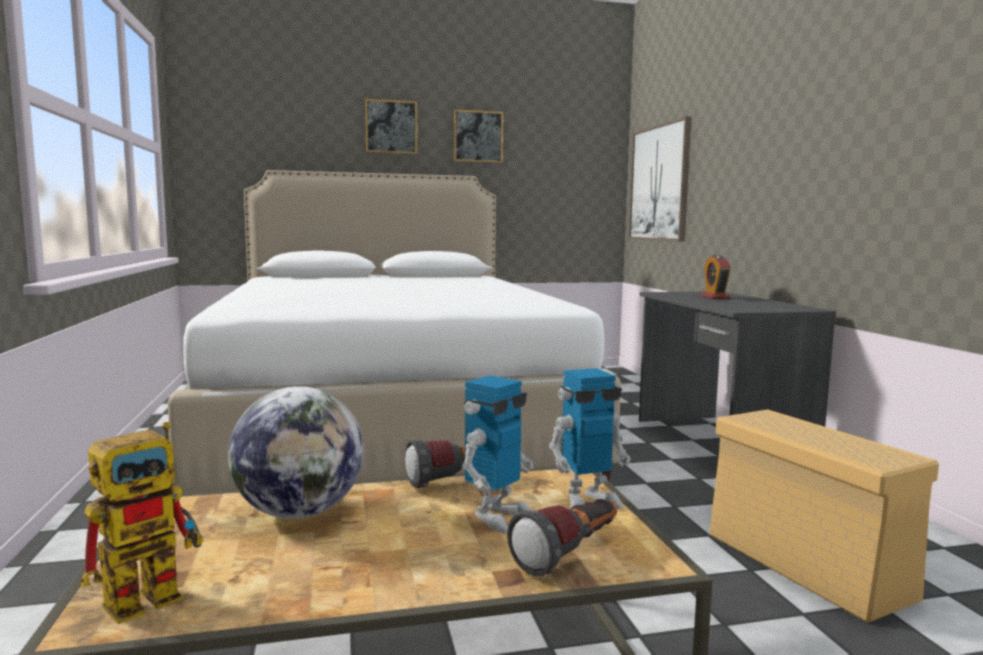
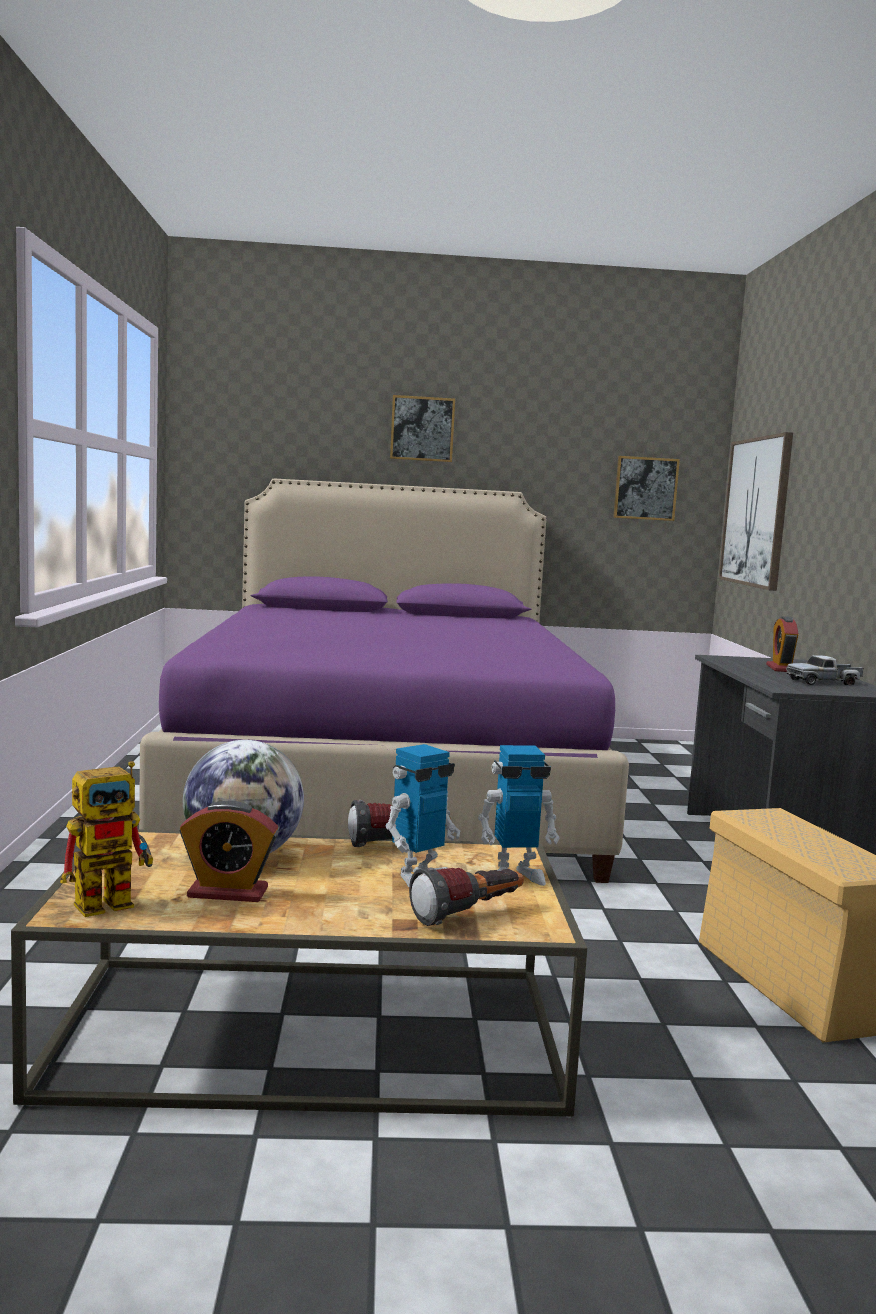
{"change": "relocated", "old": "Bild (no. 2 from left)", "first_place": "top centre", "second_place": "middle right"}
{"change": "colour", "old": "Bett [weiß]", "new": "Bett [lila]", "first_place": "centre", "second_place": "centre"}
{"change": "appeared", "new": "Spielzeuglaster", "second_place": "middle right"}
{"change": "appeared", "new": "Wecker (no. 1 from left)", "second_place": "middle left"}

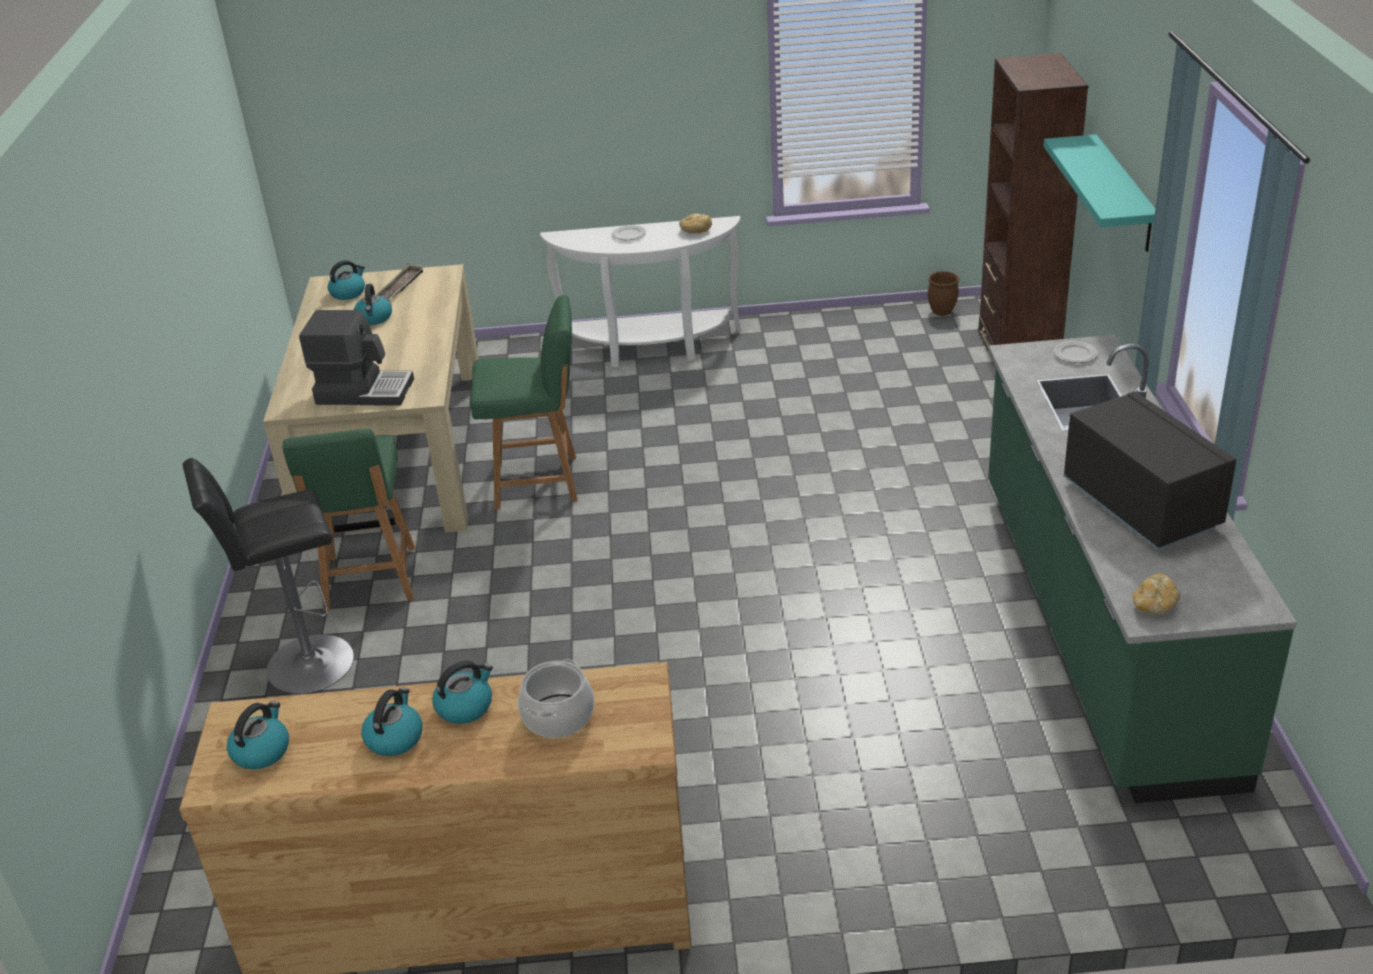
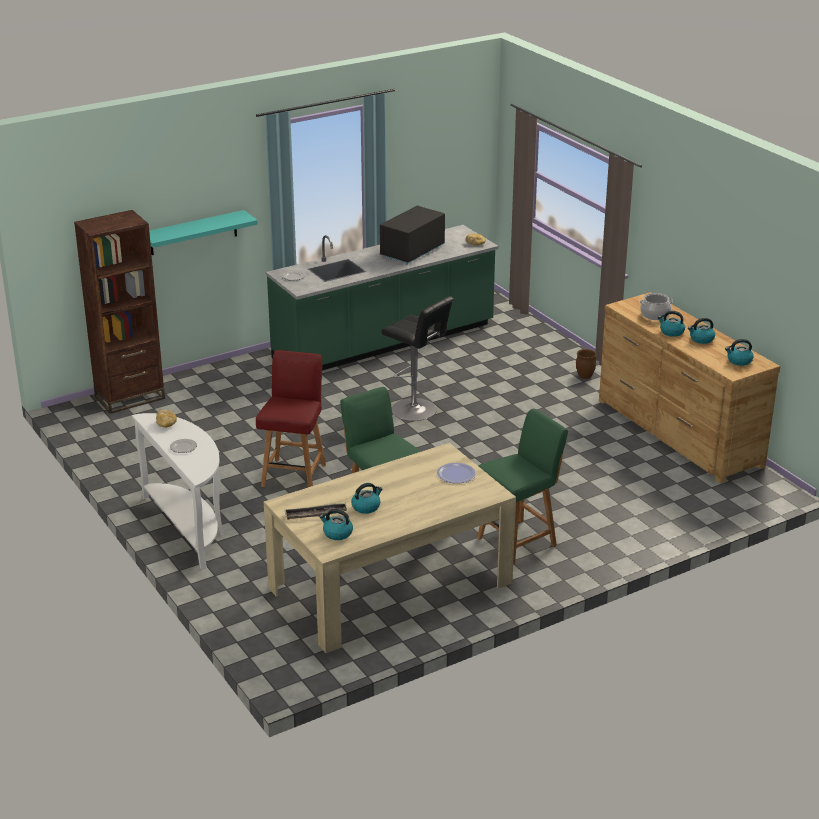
{"change": "relocated", "old": "Pflanzkübel [braun]", "first_place": "top right", "second_place": "middle right"}
{"change": "exchanged", "old": "Kaffeemaschine", "new": "Teller (no. 3 from left)", "first_place": "middle left", "second_place": "centre"}
{"change": "relocated", "old": "Hocker [schwarz]", "first_place": "middle left", "second_place": "centre"}
{"change": "appeared", "new": "Stuhl [rot]", "second_place": "centre"}

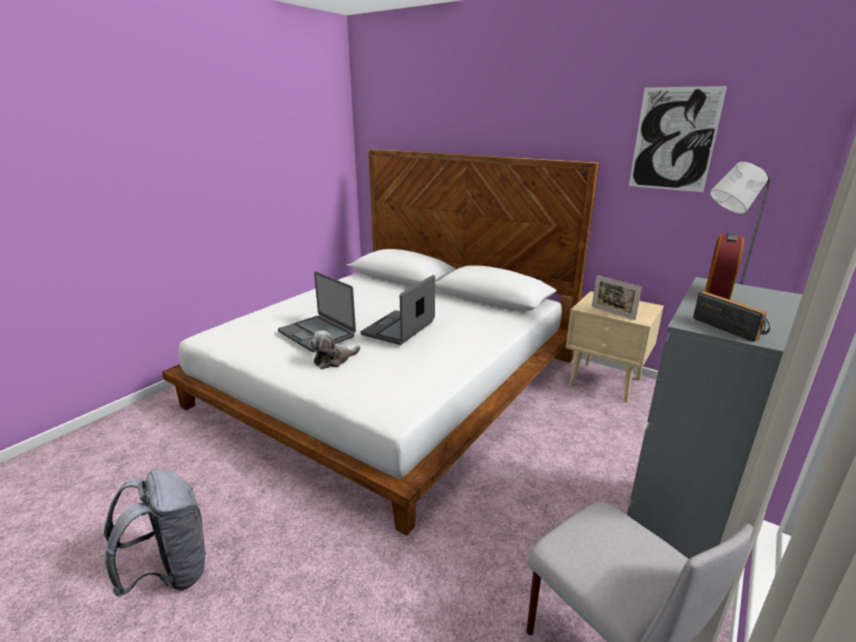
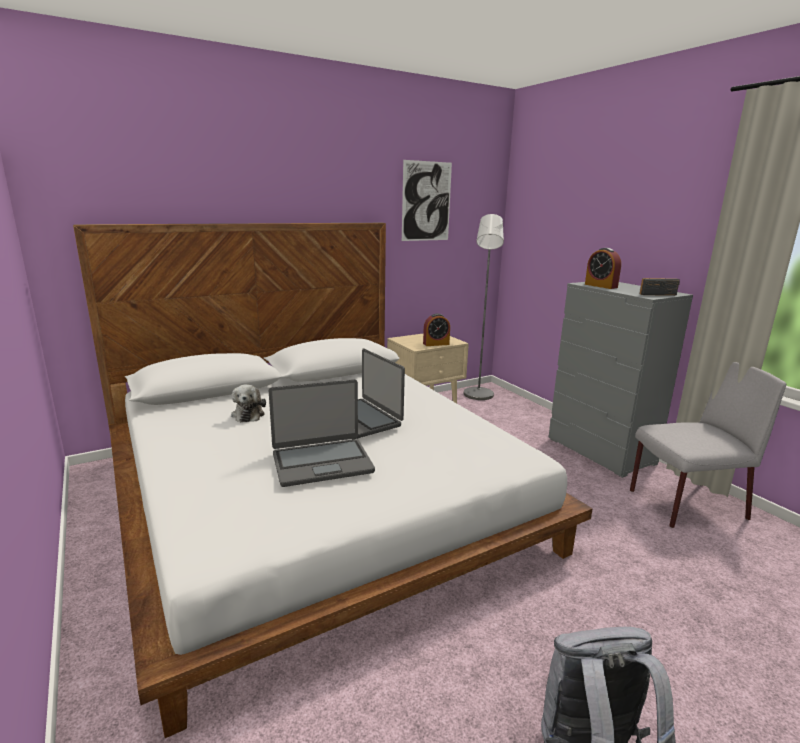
{"change": "exchanged", "old": "Bilderrahmen", "new": "Wecker (no. 1 from left)", "first_place": "middle right", "second_place": "centre"}
{"change": "relocated", "old": "Plüschtier", "first_place": "centre", "second_place": "middle left"}

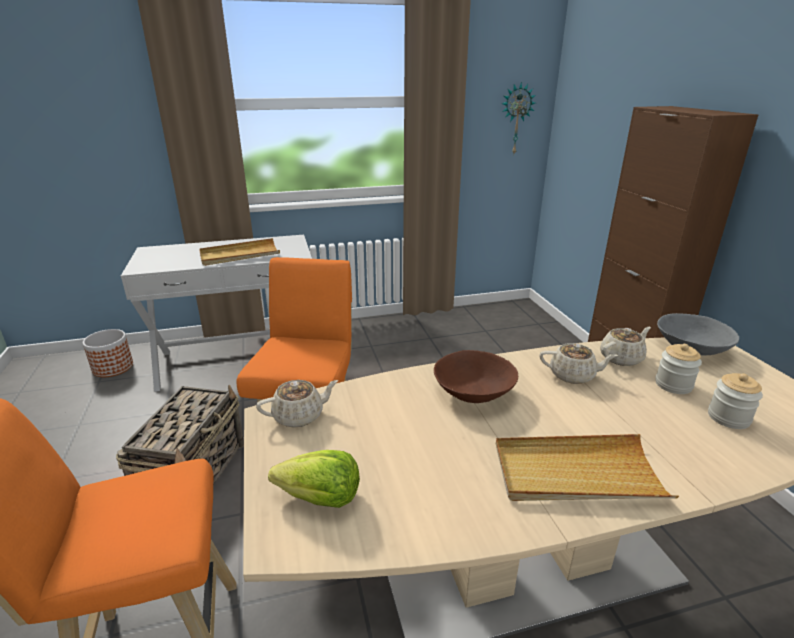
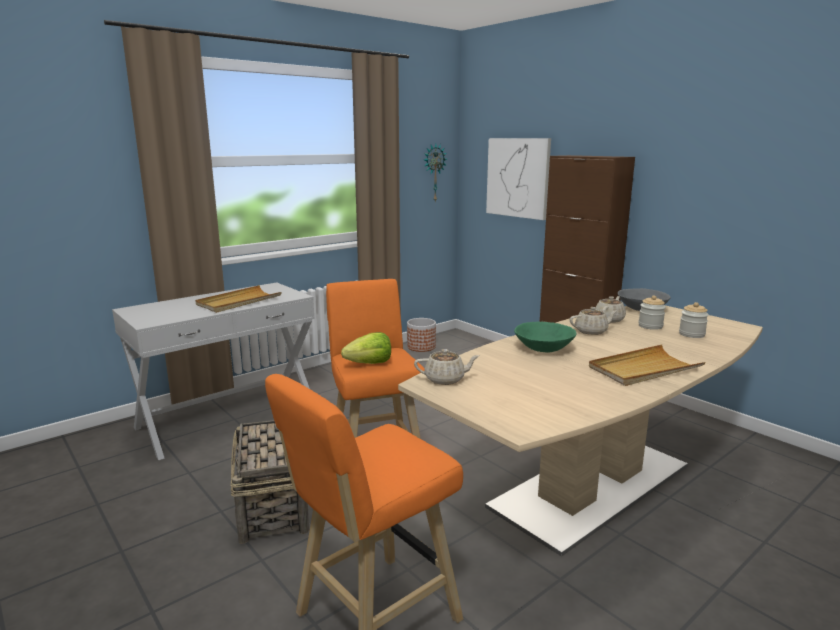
{"change": "relocated", "old": "Pflanzkübel", "first_place": "middle left", "second_place": "centre"}
{"change": "colour", "old": "Schüssel [braun]", "new": "Schüssel [grün]", "first_place": "centre", "second_place": "centre"}
{"change": "spun", "old": "Teekanne [beige] (no. 1 from left)", "first_place": "centre", "second_place": "centre", "degrees": 45}
{"change": "relocated", "old": "Salatkopf", "first_place": "bottom centre", "second_place": "centre"}
{"change": "appeared", "new": "Bild", "second_place": "top centre"}

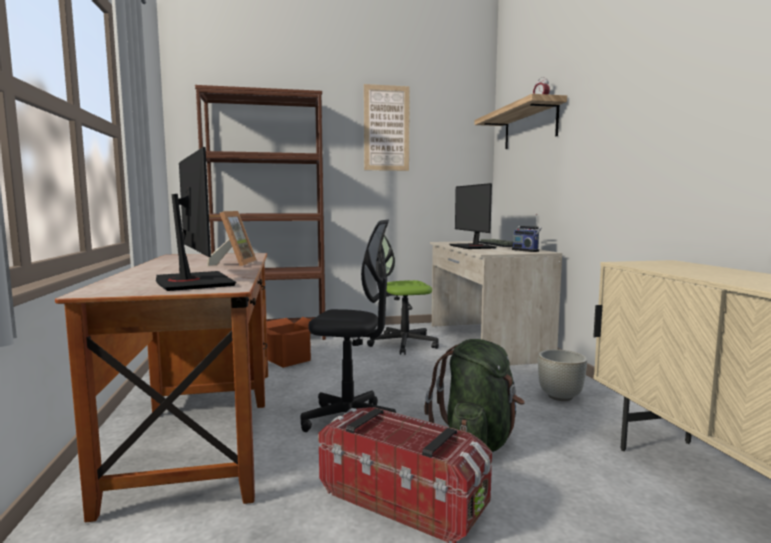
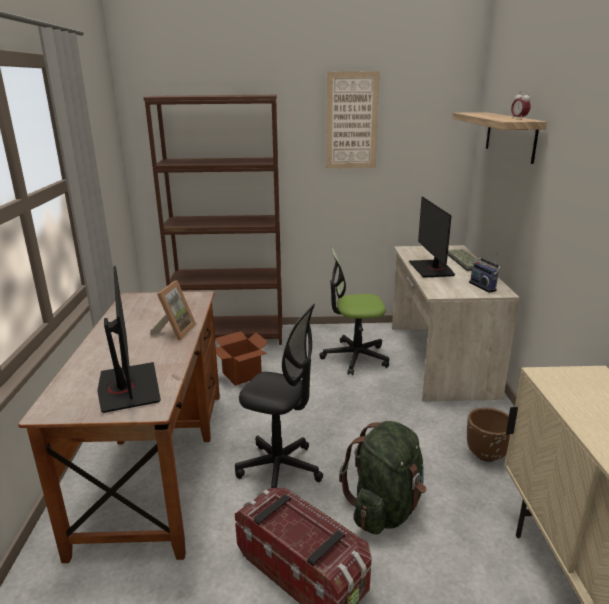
{"change": "colour", "old": "Pflanzkübel [grau]", "new": "Pflanzkübel [braun]", "first_place": "bottom right", "second_place": "bottom right"}

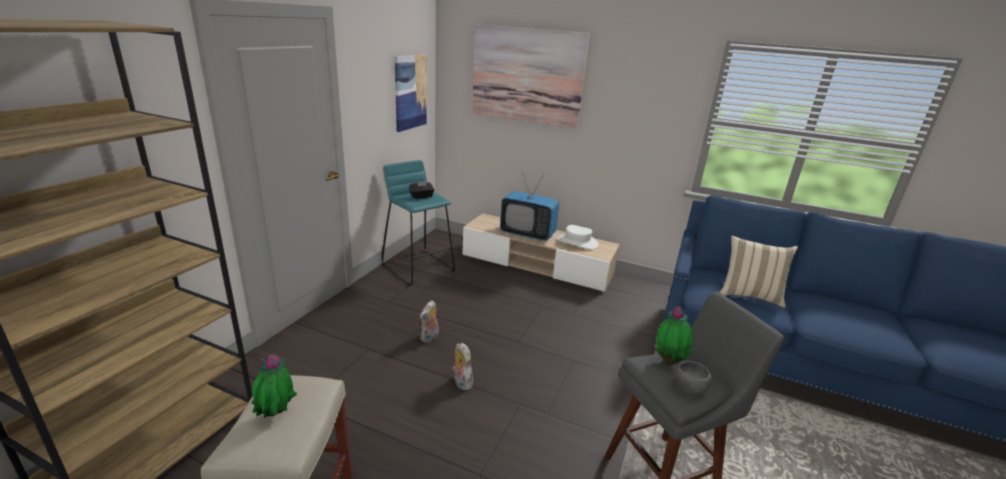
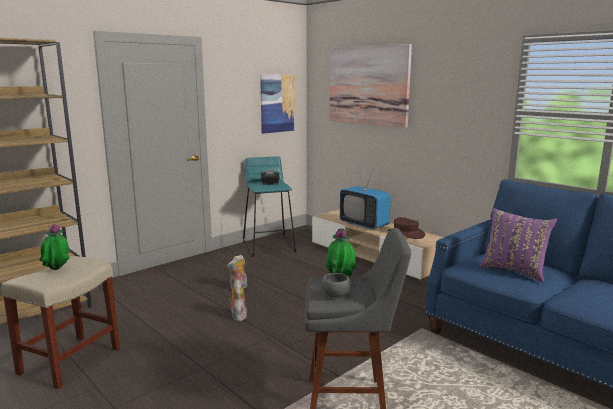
{"change": "colour", "old": "Hut [weiß]", "new": "Hut [braun]", "first_place": "centre", "second_place": "centre"}
{"change": "colour", "old": "Kissen [beige]", "new": "Kissen [lila]", "first_place": "middle right", "second_place": "middle right"}

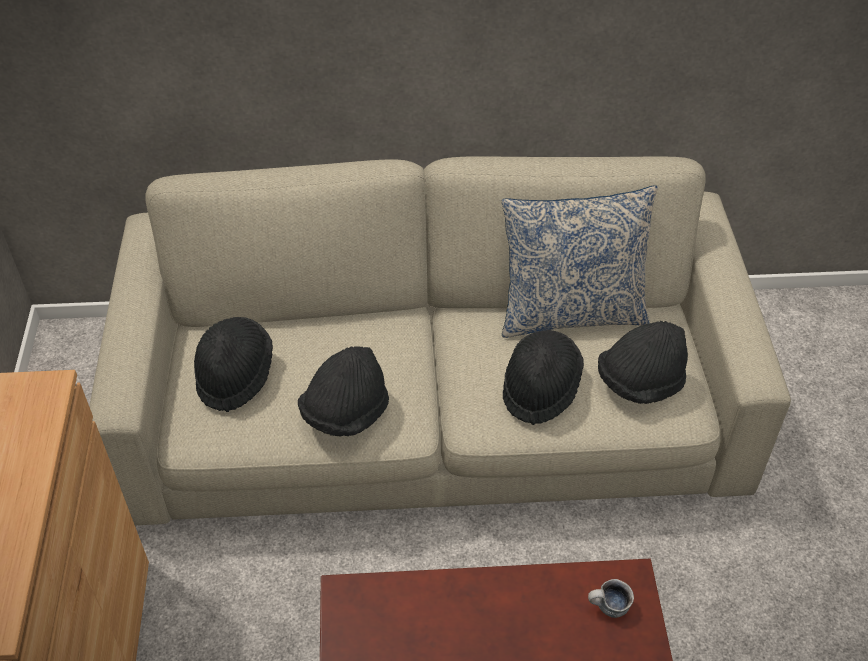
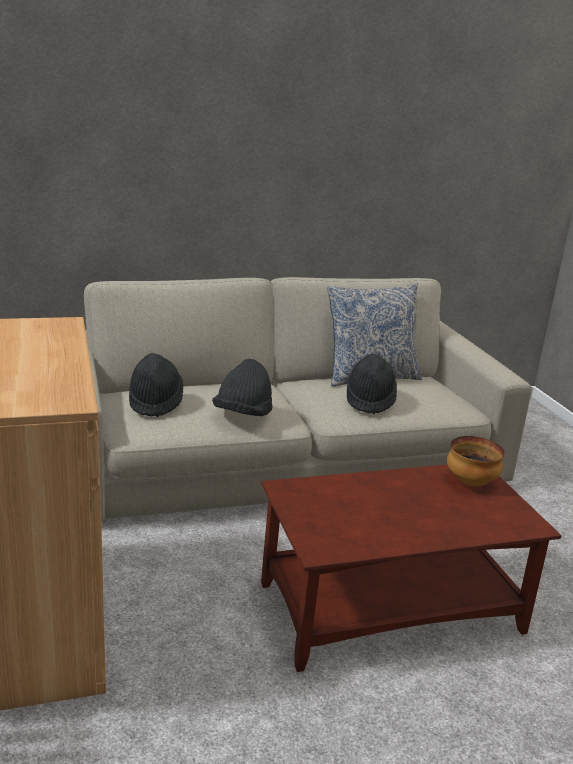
{"change": "missing", "old": "Hut [schwarz] (no. 4 from left)", "first_place": "middle right"}
{"change": "exchanged", "old": "Henkelbecher", "new": "Schüssel", "first_place": "bottom right", "second_place": "middle right"}

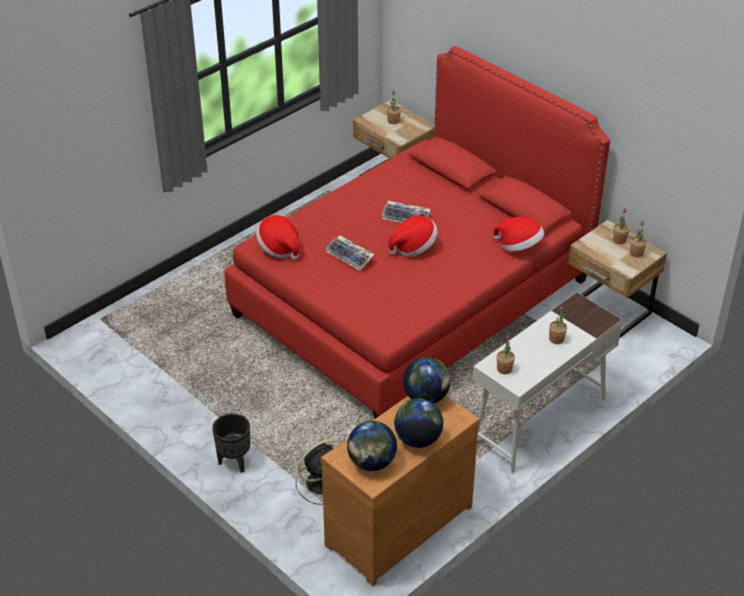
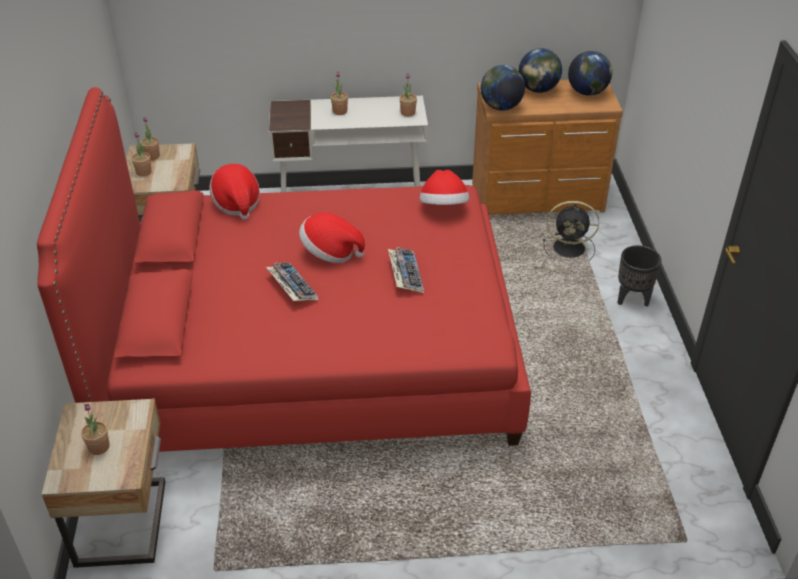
{"change": "relocated", "old": "Hut (no. 1 from left in the first image)", "new": "Hut (no. 3 from left)", "first_place": "centre", "second_place": "top centre"}

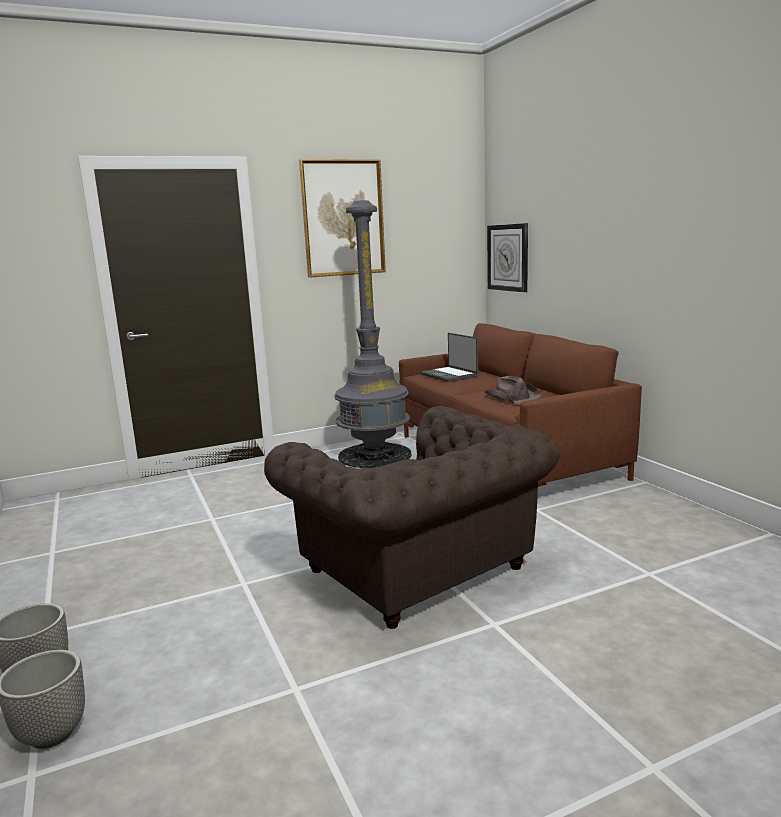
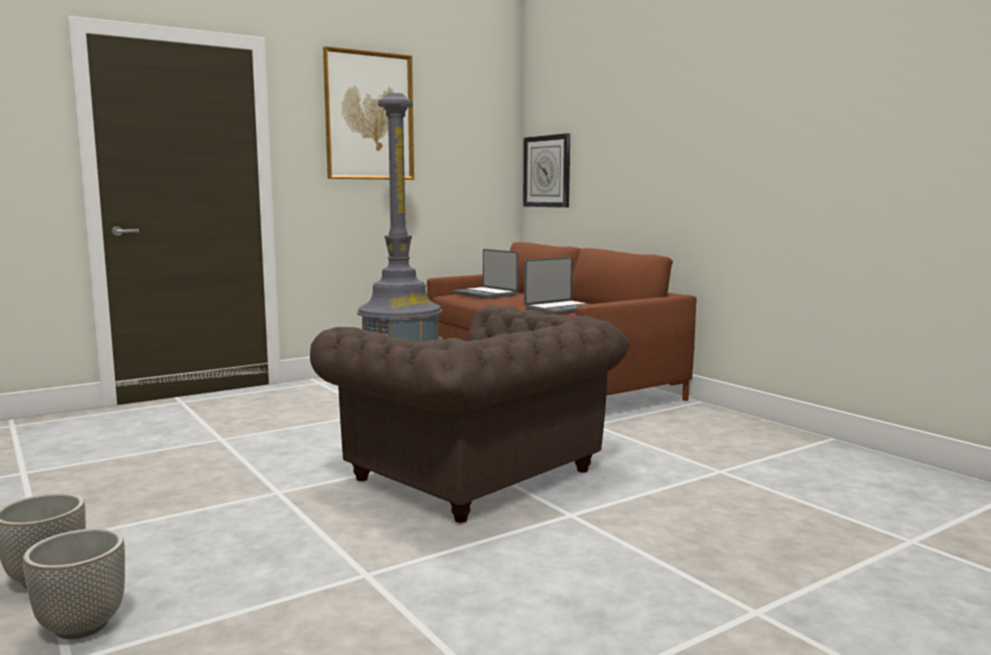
{"change": "exchanged", "old": "Hut [braun]", "new": "Laptop (no. 2 from left)", "first_place": "centre", "second_place": "centre"}

